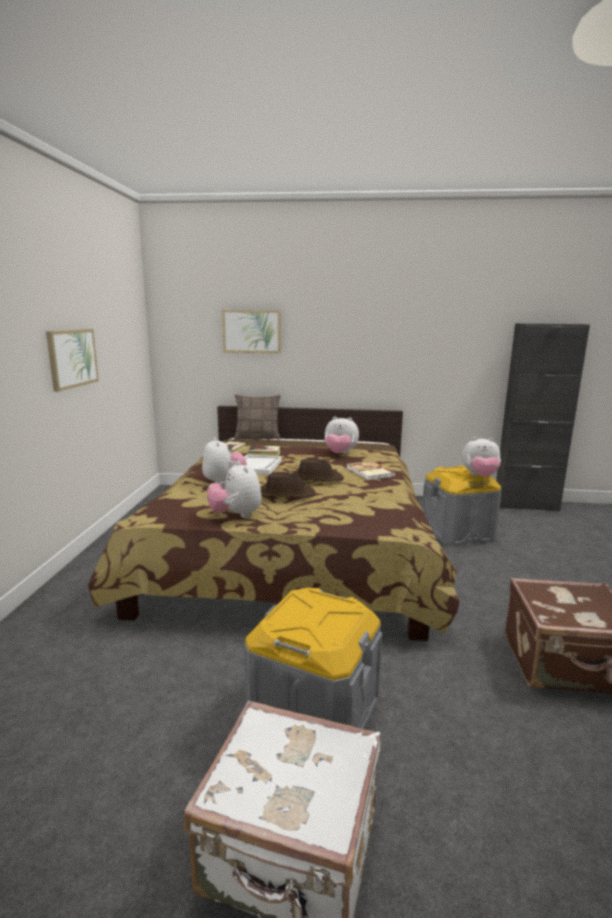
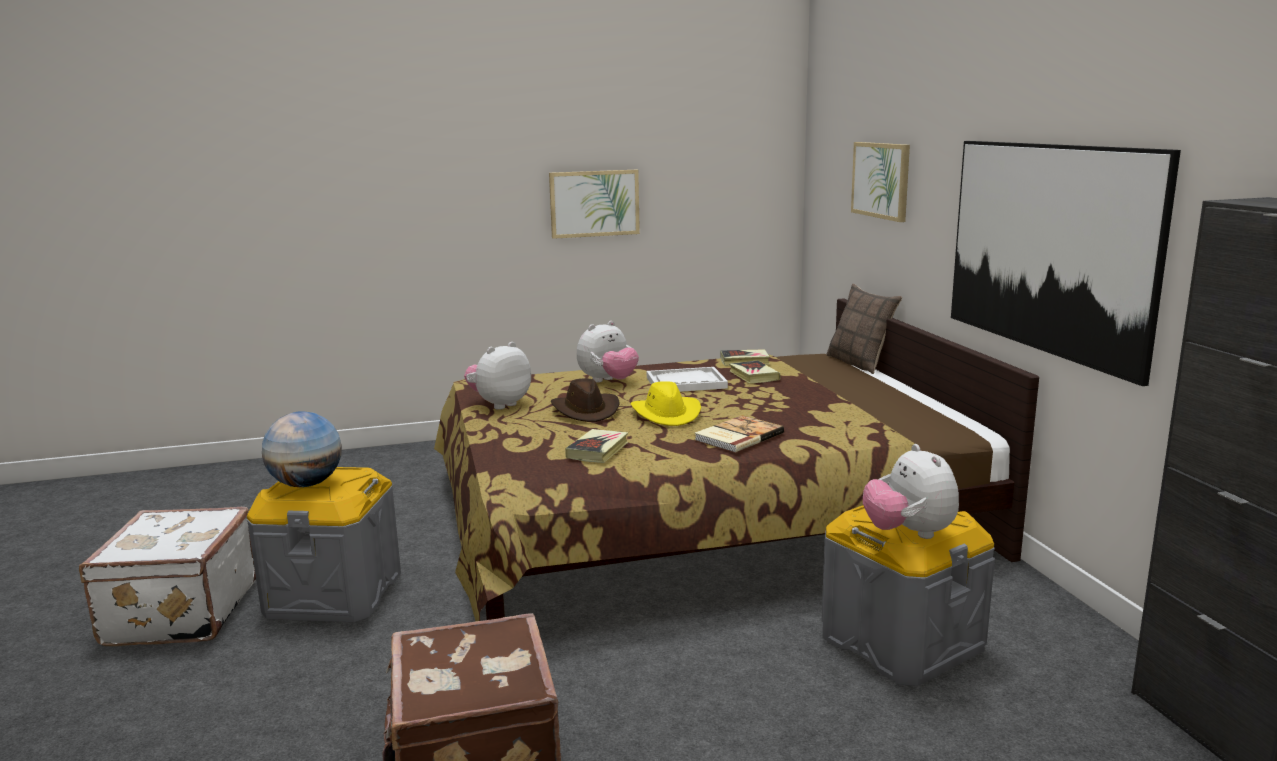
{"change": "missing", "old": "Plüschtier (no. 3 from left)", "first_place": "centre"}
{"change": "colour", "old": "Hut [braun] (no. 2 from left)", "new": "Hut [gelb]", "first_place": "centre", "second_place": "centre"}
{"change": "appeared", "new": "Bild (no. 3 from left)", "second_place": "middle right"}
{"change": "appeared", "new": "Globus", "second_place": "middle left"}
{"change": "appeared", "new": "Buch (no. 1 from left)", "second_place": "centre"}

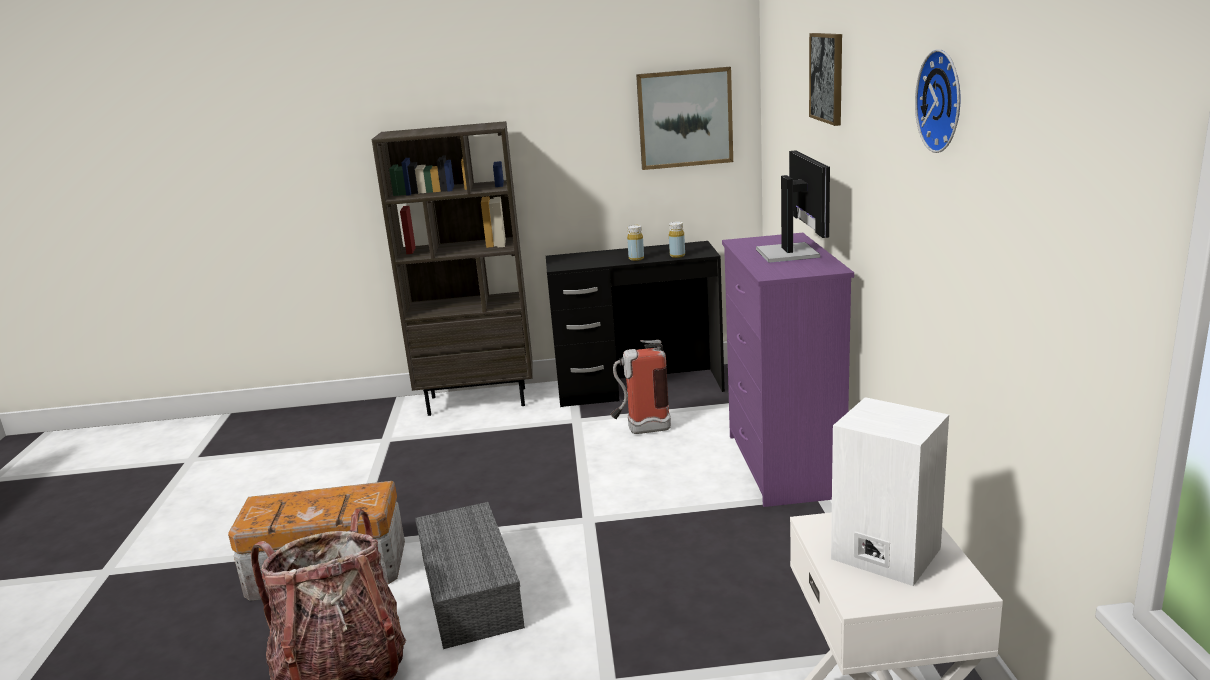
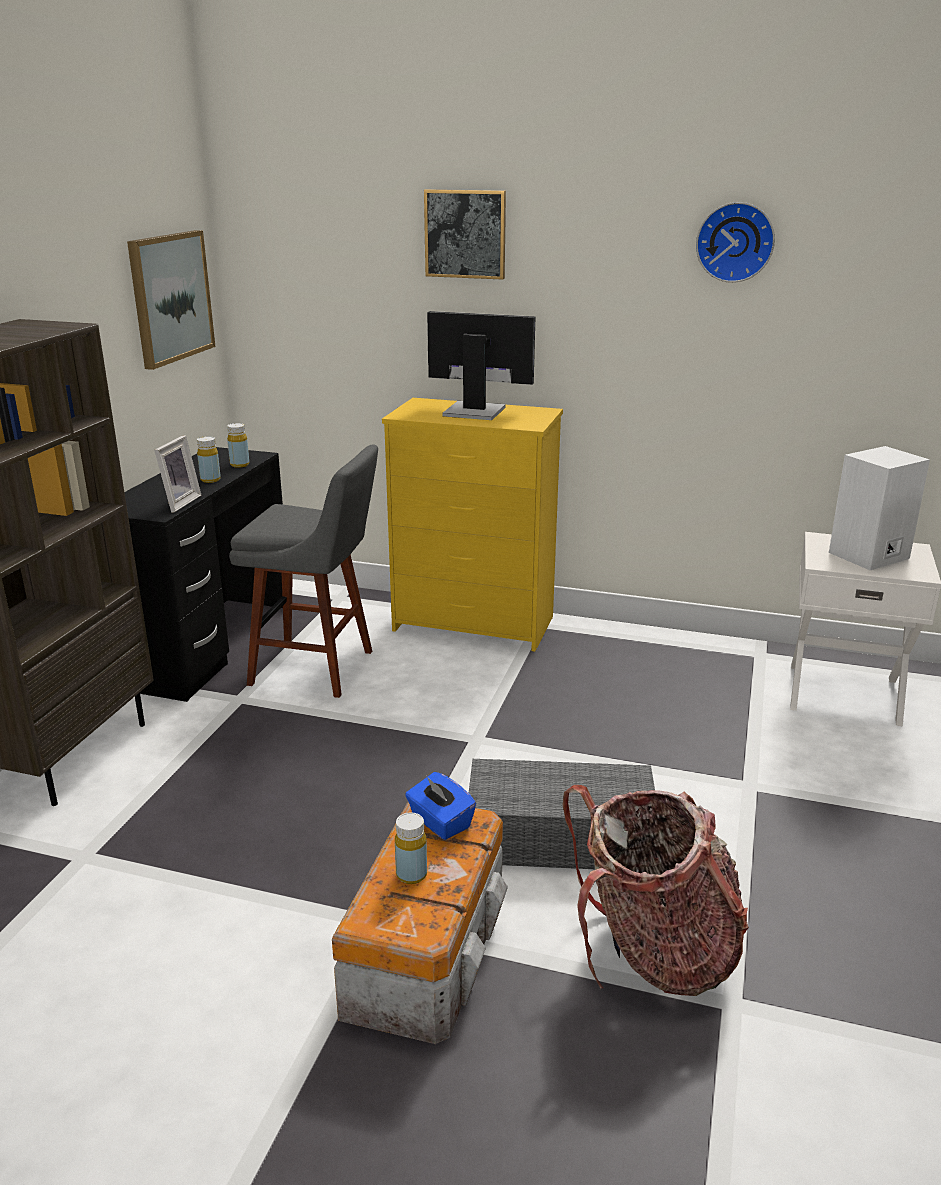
{"change": "colour", "old": "Kommode [lila]", "new": "Kommode [gelb]", "first_place": "centre", "second_place": "centre"}
{"change": "exchanged", "old": "Feuerlöscher", "new": "Hocker [grau]", "first_place": "centre", "second_place": "middle left"}
{"change": "appeared", "new": "Bilderrahmen", "second_place": "middle left"}
{"change": "appeared", "new": "Taschentuchbox [blau]", "second_place": "bottom centre"}
{"change": "appeared", "new": "Flasche [gelb] (no. 3 from left)", "second_place": "bottom centre"}

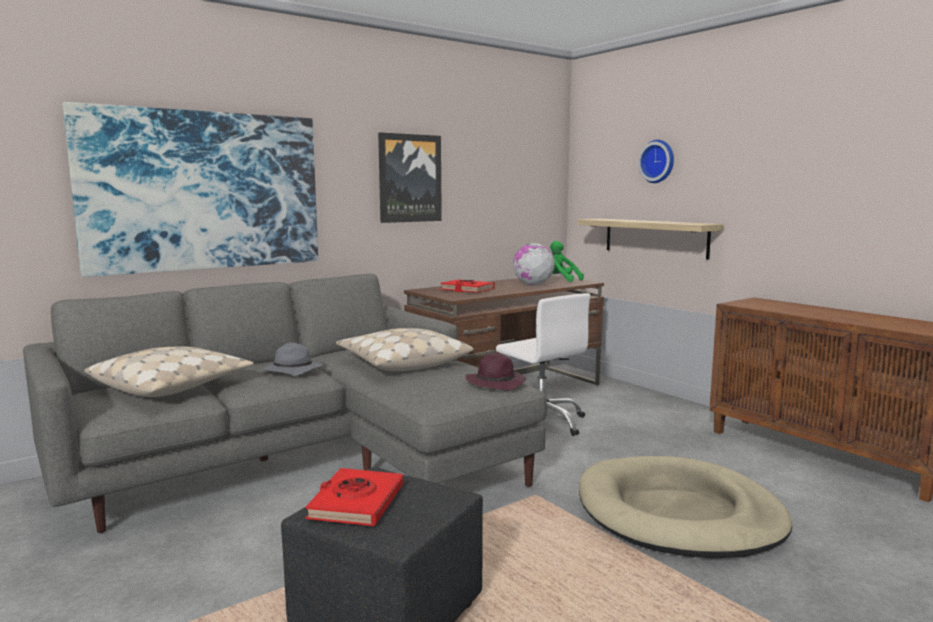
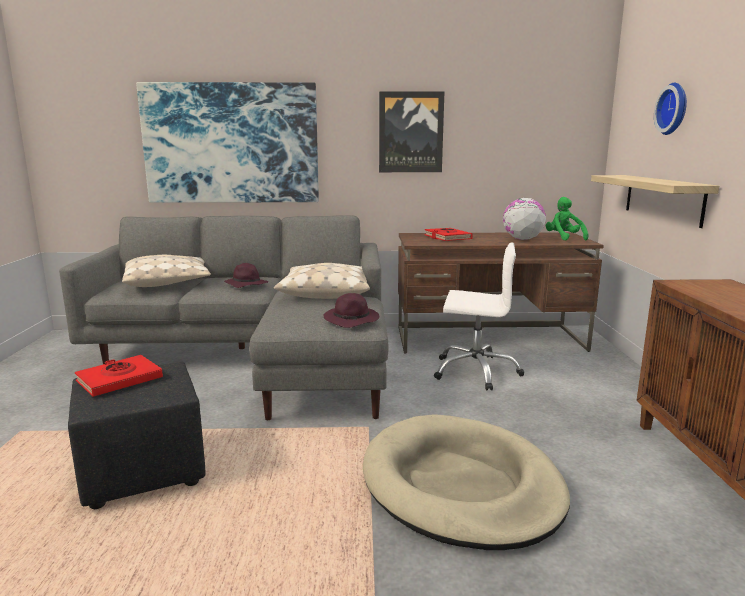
{"change": "spun", "old": "Bürostuhl [weiß]", "first_place": "centre", "second_place": "centre", "degrees": -75}
{"change": "colour", "old": "Hut [grau]", "new": "Hut [lila] (no. 1 from left)", "first_place": "middle left", "second_place": "middle left"}

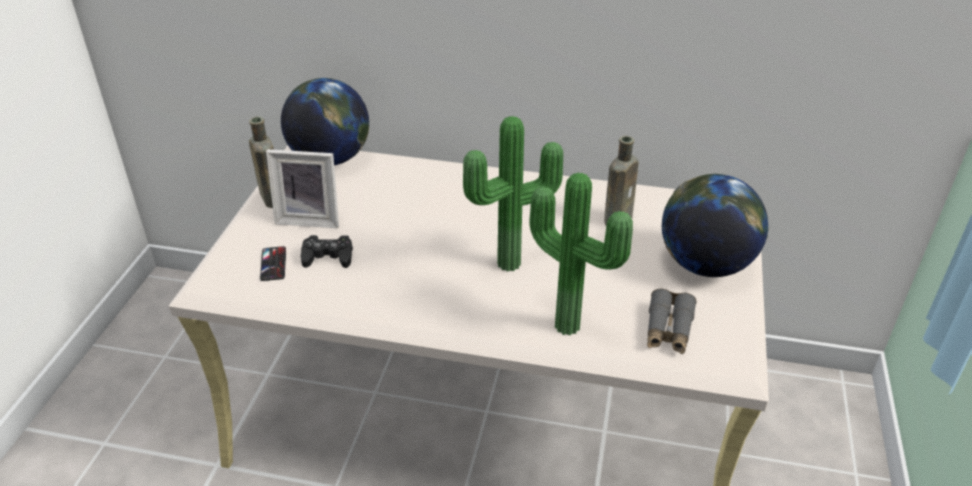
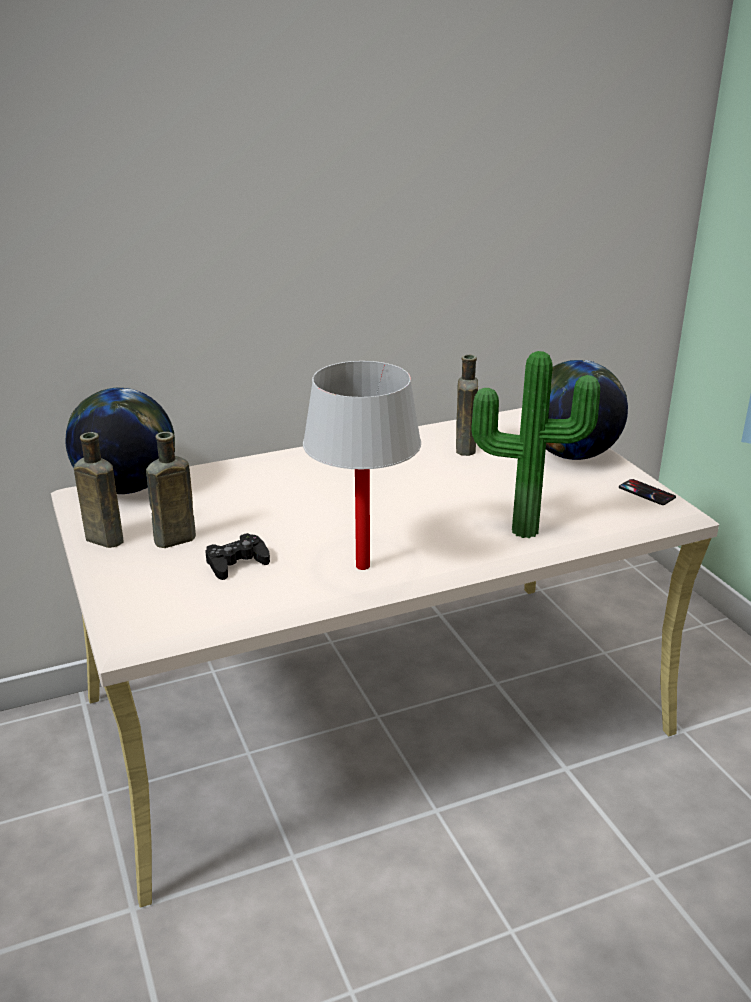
{"change": "missing", "old": "Topfpflanze (no. 1 from left)", "first_place": "centre"}
{"change": "exchanged", "old": "Bilderrahmen", "new": "Flasche [braun] (no. 2 from left)", "first_place": "middle left", "second_place": "middle left"}
{"change": "relocated", "old": "Handy", "first_place": "middle left", "second_place": "middle right"}
{"change": "missing", "old": "Fernglas [grau]", "first_place": "middle right"}
{"change": "appeared", "new": "Tischlampe [weiß]", "second_place": "centre"}

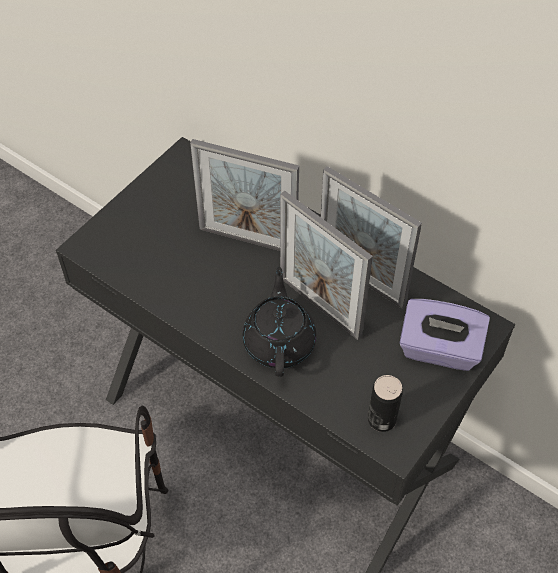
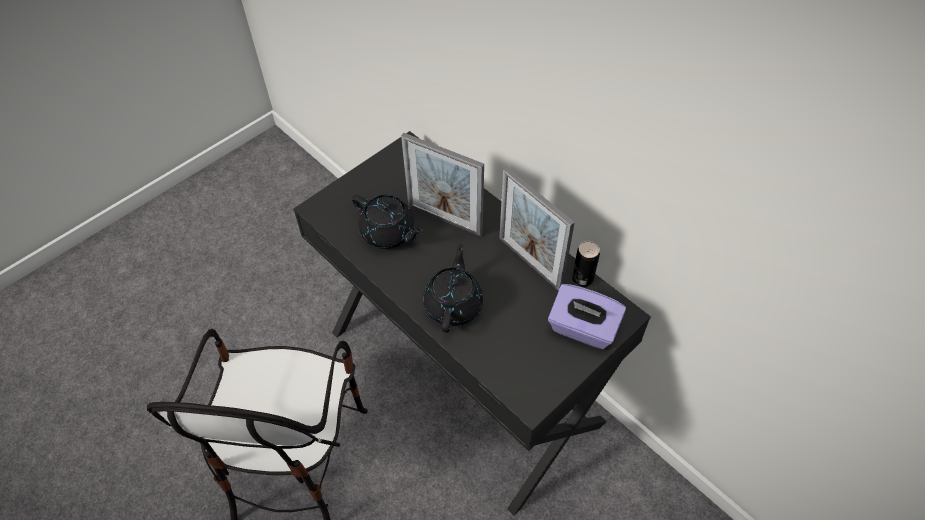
{"change": "missing", "old": "Bilderrahmen (no. 2 from left)", "first_place": "centre"}
{"change": "relocated", "old": "Dose", "first_place": "bottom right", "second_place": "centre"}
{"change": "appeared", "new": "Teekanne [schwarz] (no. 1 from left)", "second_place": "centre"}

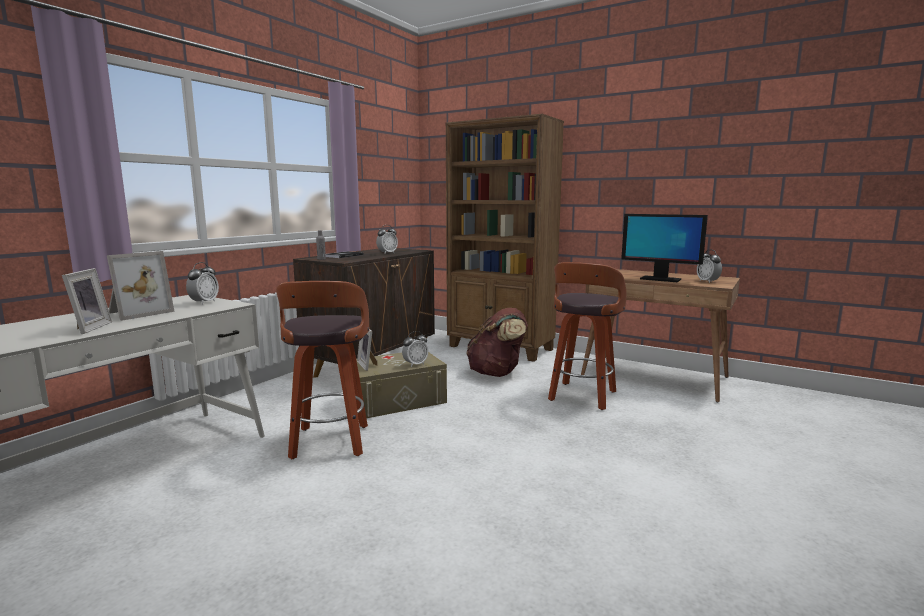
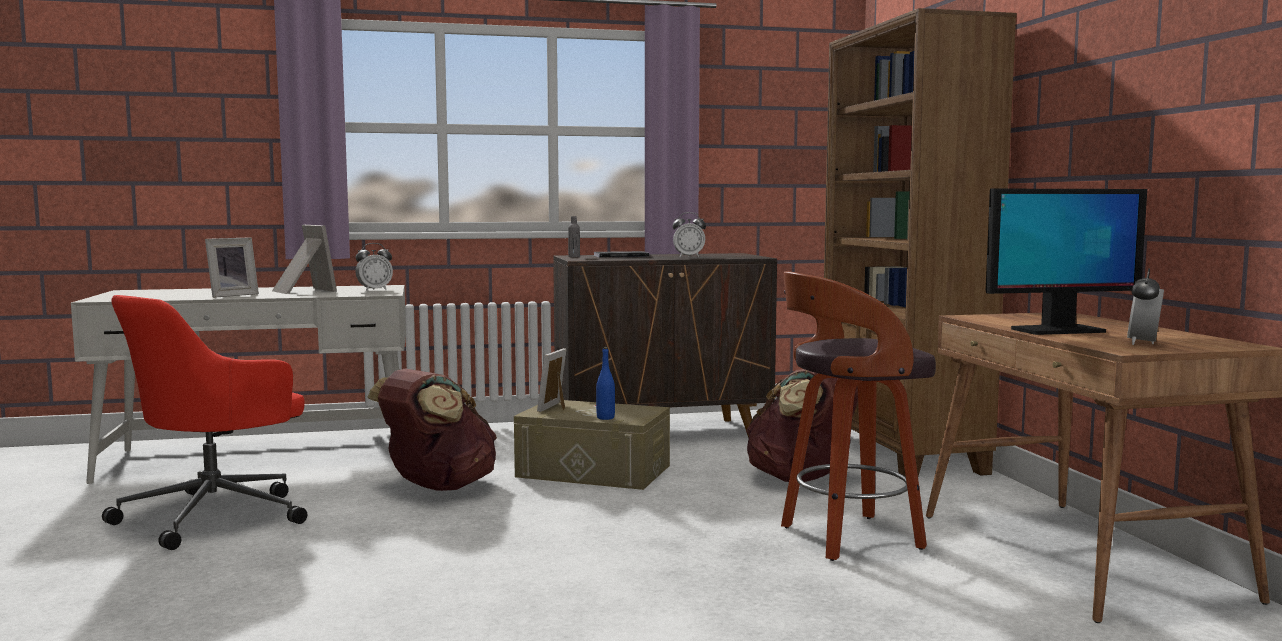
{"change": "spun", "old": "Monitor", "first_place": "middle right", "second_place": "middle right", "degrees": -90}
{"change": "spun", "old": "Bilderrahmen (no. 2 from left)", "first_place": "middle left", "second_place": "middle left", "degrees": -120}
{"change": "exchanged", "old": "Hocker (no. 1 from left)", "new": "Rucksack [braun] (no. 1 from left)", "first_place": "centre", "second_place": "bottom centre"}
{"change": "exchanged", "old": "Wecker (no. 3 from left)", "new": "Flasche [blau]", "first_place": "centre", "second_place": "centre"}
{"change": "appeared", "new": "Bürostuhl [rot]", "second_place": "middle left"}

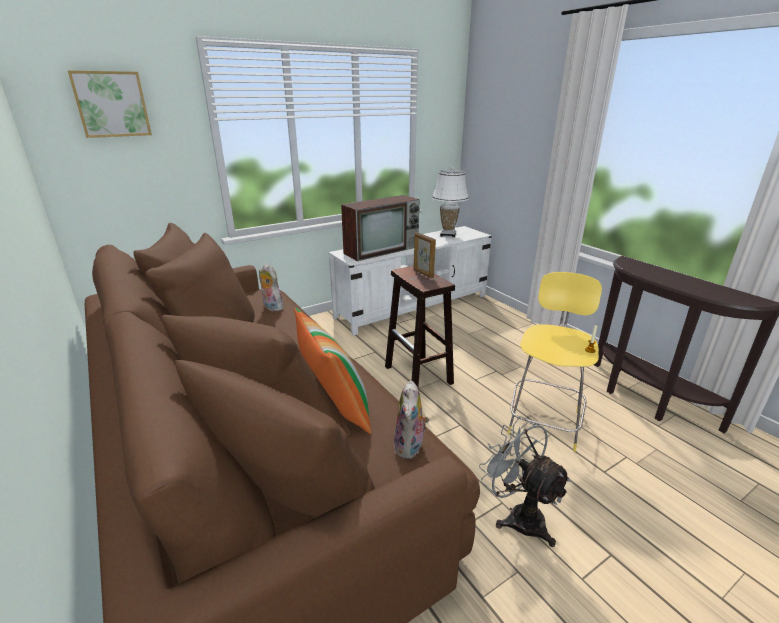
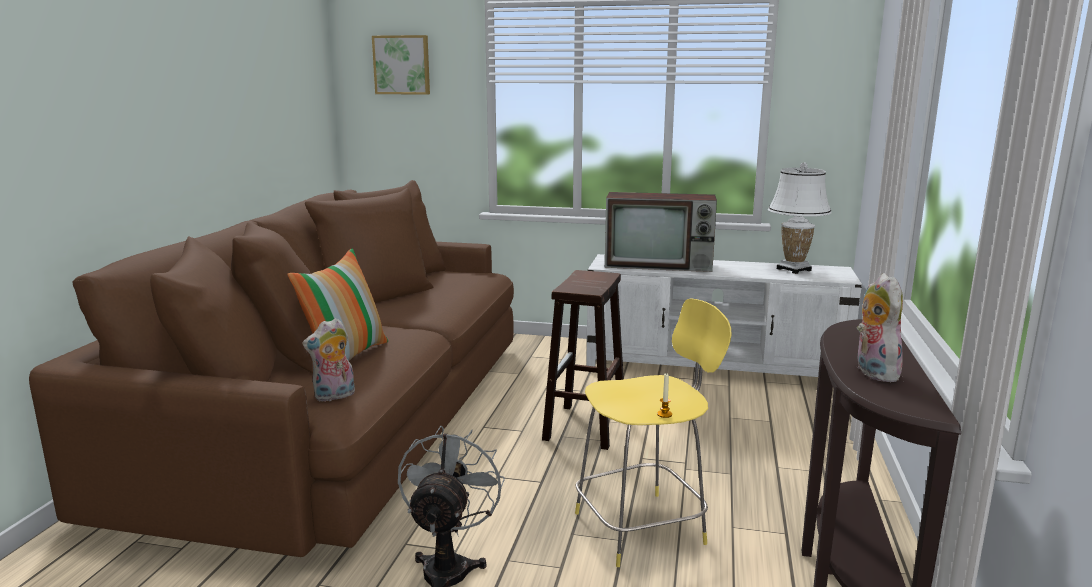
{"change": "missing", "old": "Bilderrahmen", "first_place": "centre"}
{"change": "relocated", "old": "Plüschtier (no. 1 from left in the first image)", "new": "Plüschtier (no. 2 from left)", "first_place": "centre", "second_place": "middle right"}

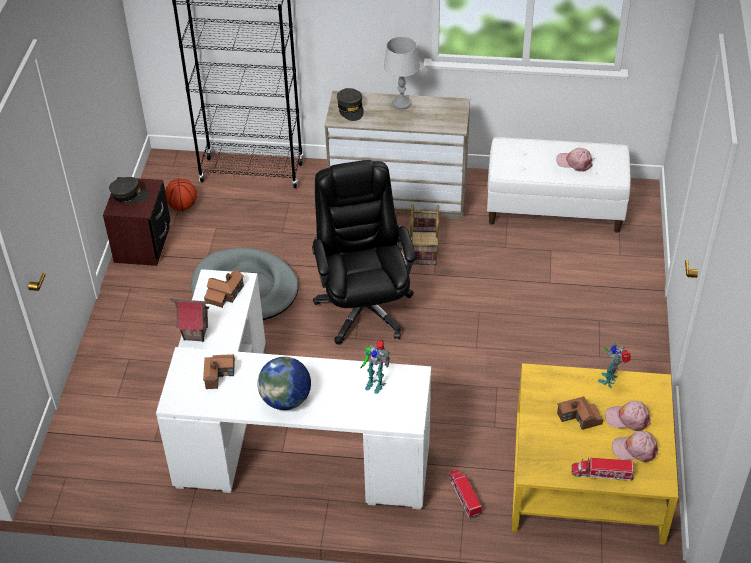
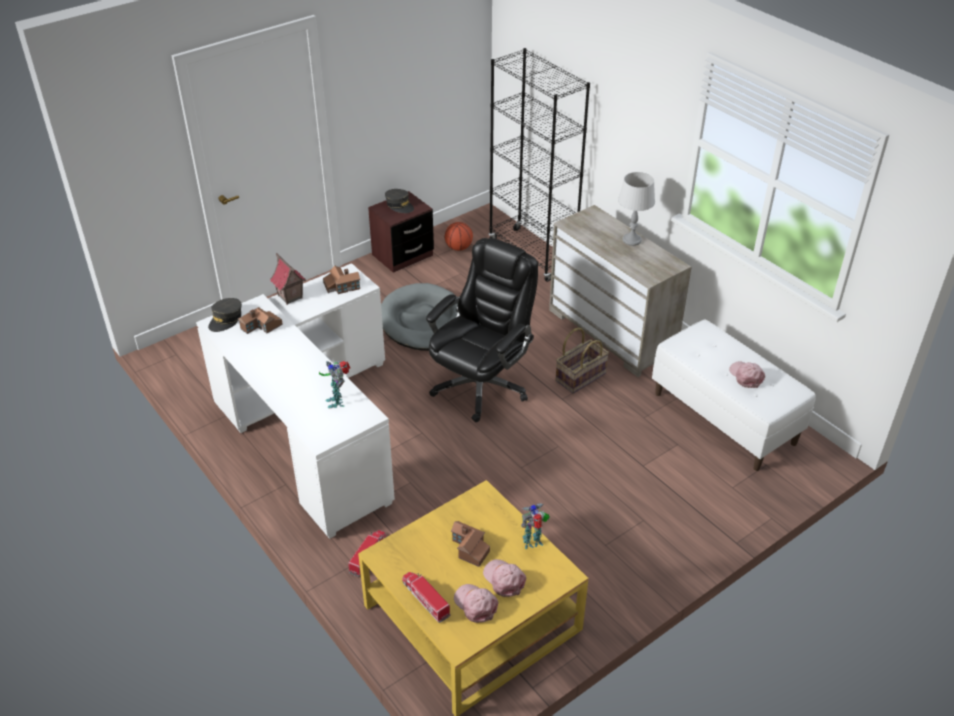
{"change": "relocated", "old": "Kappe [grau] (no. 2 from left in the first image)", "new": "Kappe [grau] (no. 1 from left)", "first_place": "top centre", "second_place": "middle left"}
{"change": "missing", "old": "Globus", "first_place": "bottom centre"}

